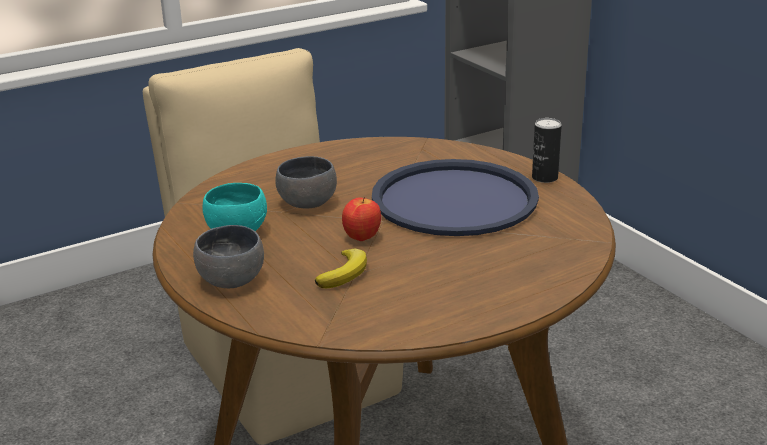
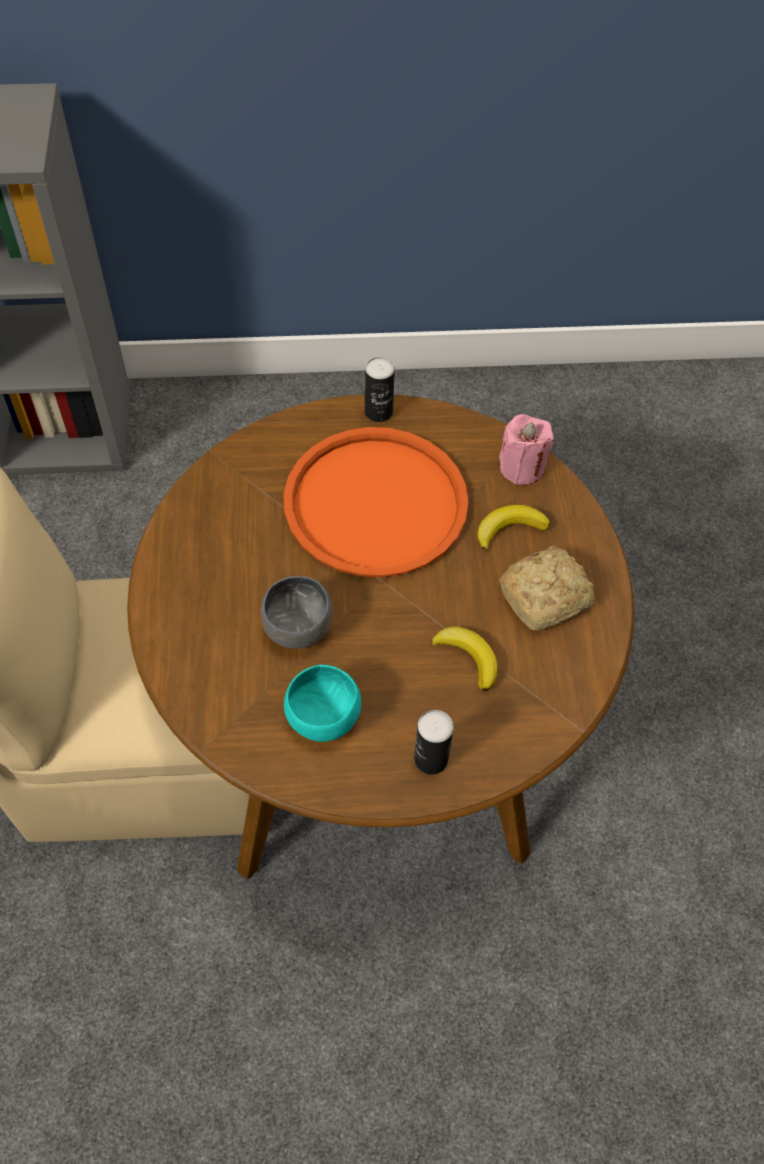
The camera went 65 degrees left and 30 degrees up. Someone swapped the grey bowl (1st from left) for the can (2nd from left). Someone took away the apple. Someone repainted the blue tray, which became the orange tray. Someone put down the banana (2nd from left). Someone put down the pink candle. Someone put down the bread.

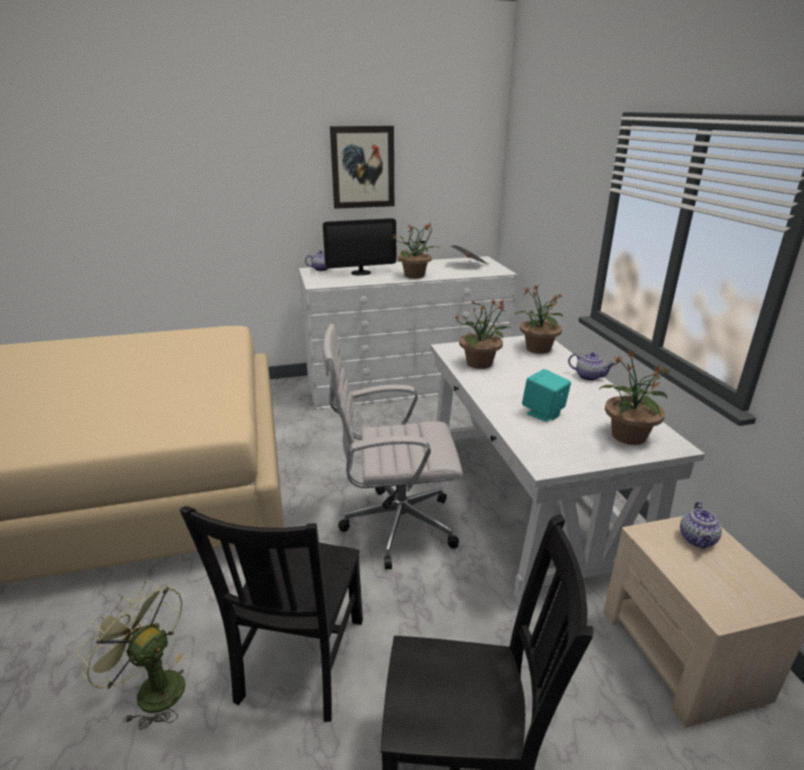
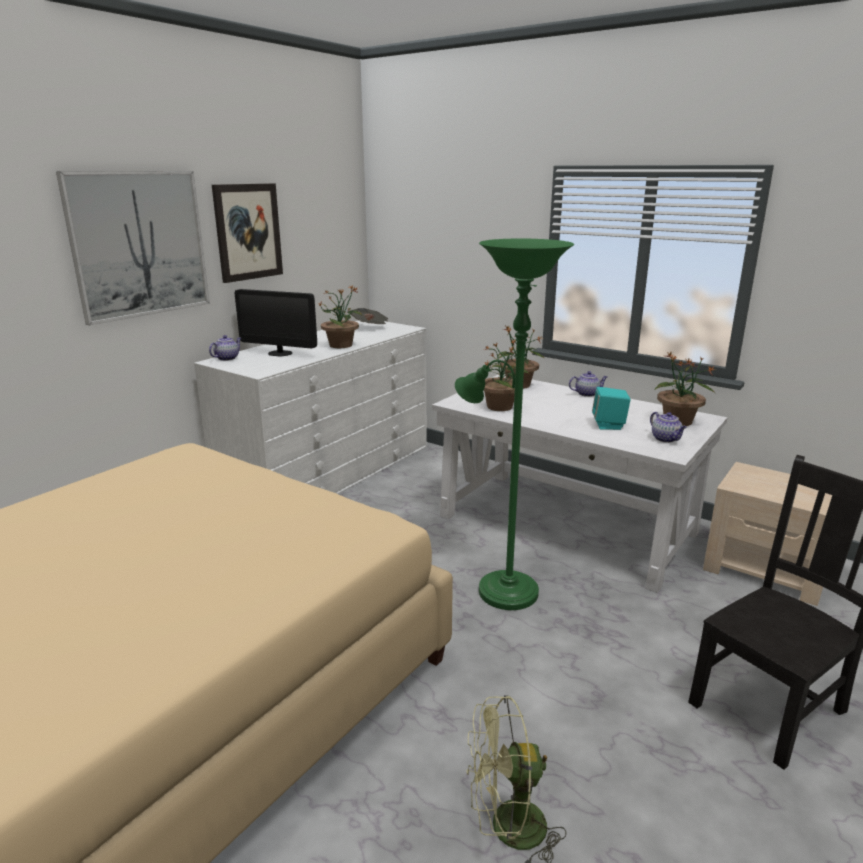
The camera went 40 degrees left and 5 degrees down. Someone took away the black chair (1st from left). Someone rotated the monitor by 75 degrees clockwise. Someone swapped the white office chair for the green floor lamp. Someone carried the teapot (3rd from left). Someone put up the picture (1st from left).

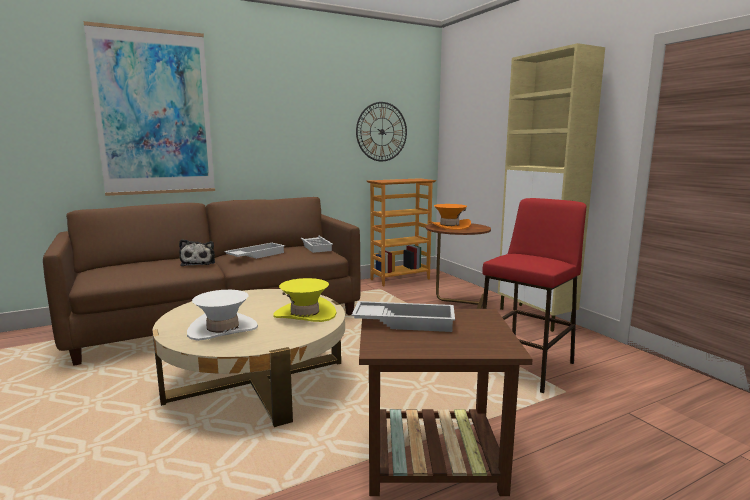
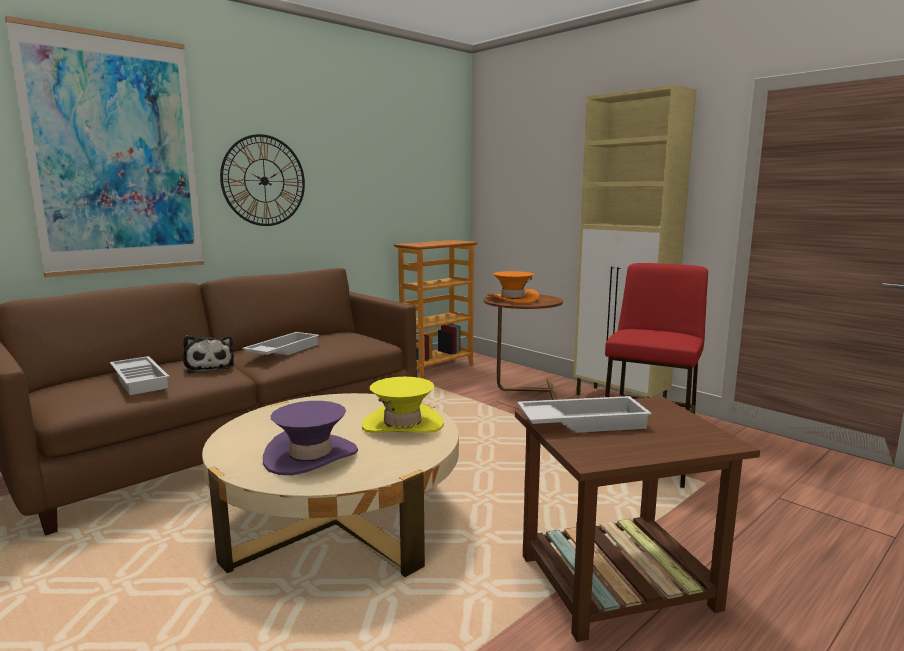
The camera went 15 degrees left and 0 degrees up. Someone repainted the white hat, which became the purple hat. Someone carried the white tray (2nd from left in the first image). Someone carried the wall clock.

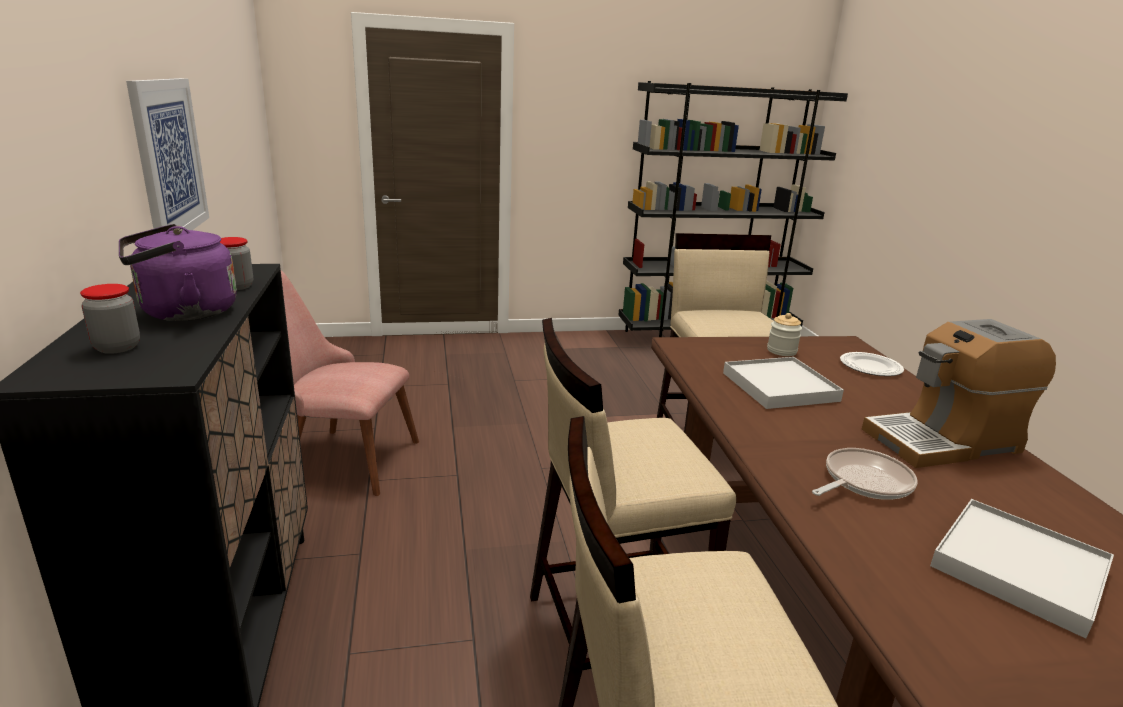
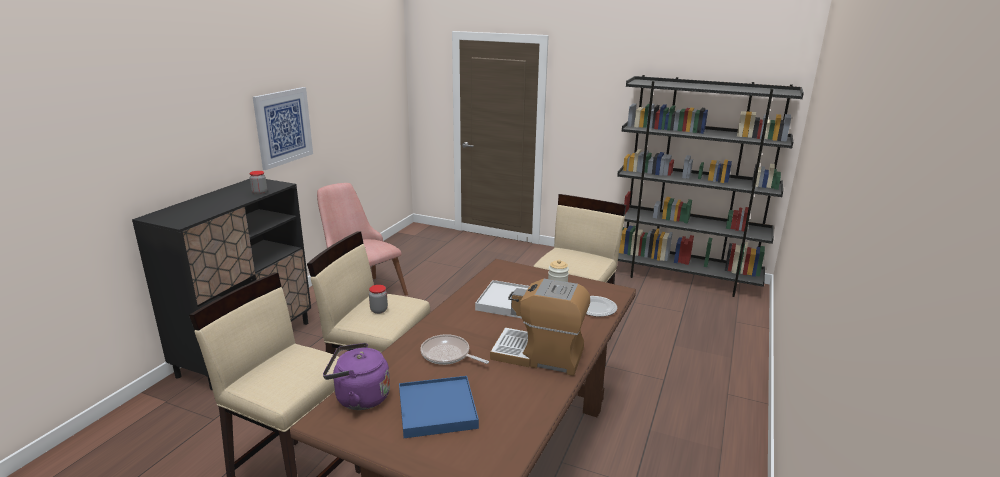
The camera went 35 degrees right and 0 degrees up. Someone carried the jar (1st from left in the first image). Someone carried the purple kettle. Someone rotated the frying pan by 150 degrees counterclockwise. Someone repainted the white tray (2nd from left), which became the blue tray.

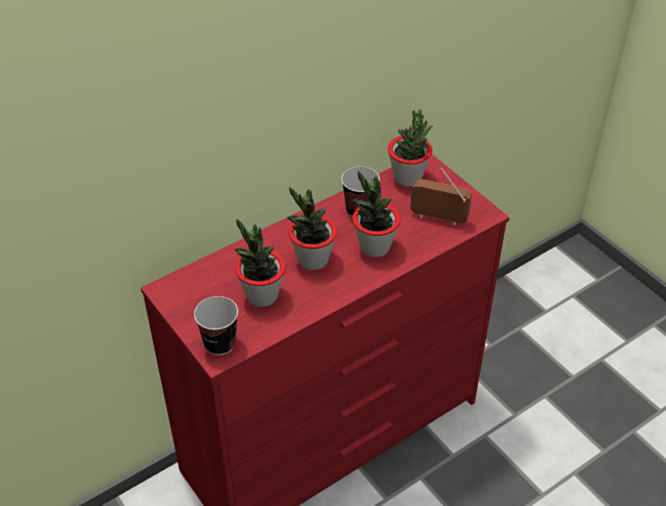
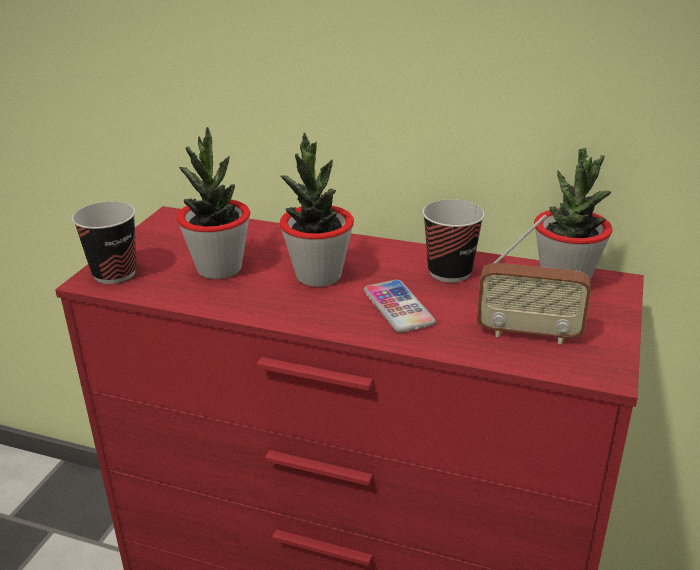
The camera went 55 degrees right and 15 degrees down. Someone swapped the potted plant (3rd from left) for the phone. Someone rotated the radio by 120 degrees clockwise.

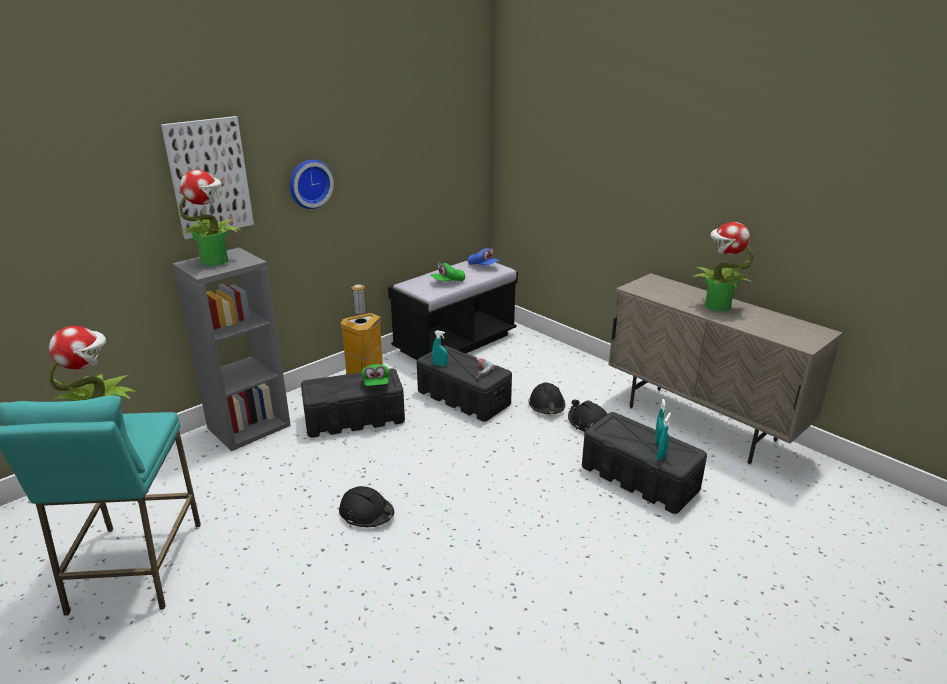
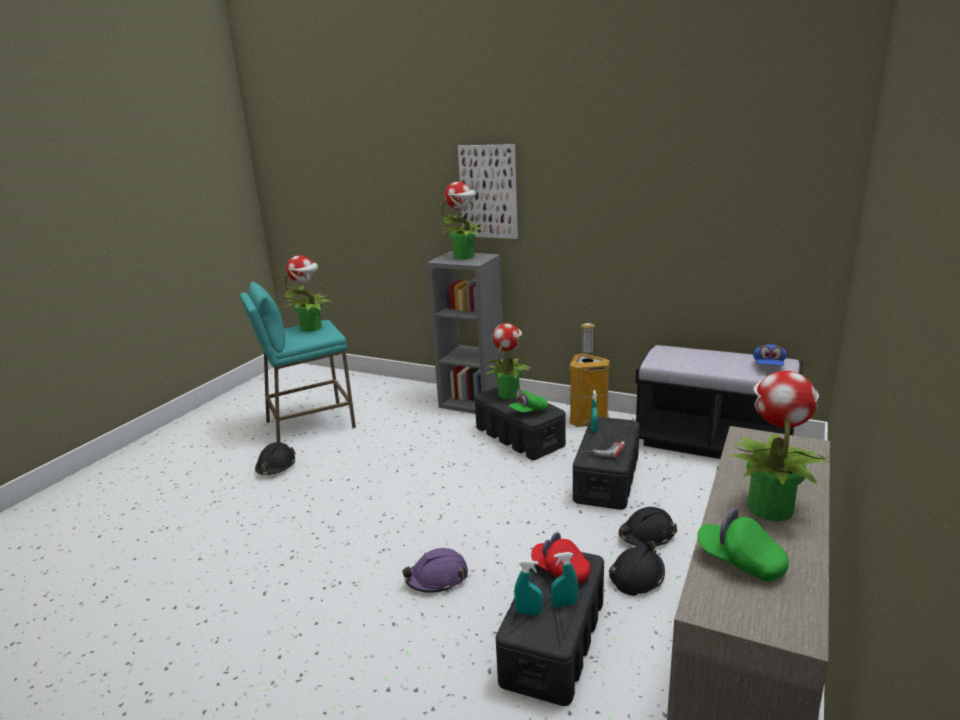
The camera went 70 degrees right and 5 degrees down. Someone took away the wall clock. Someone carried the black hard hat (1st from left). Someone carried the green cap (2nd from left). Someone put down the purple hard hat. Someone put down the potted plant (3rd from left). Someone put down the red cap.

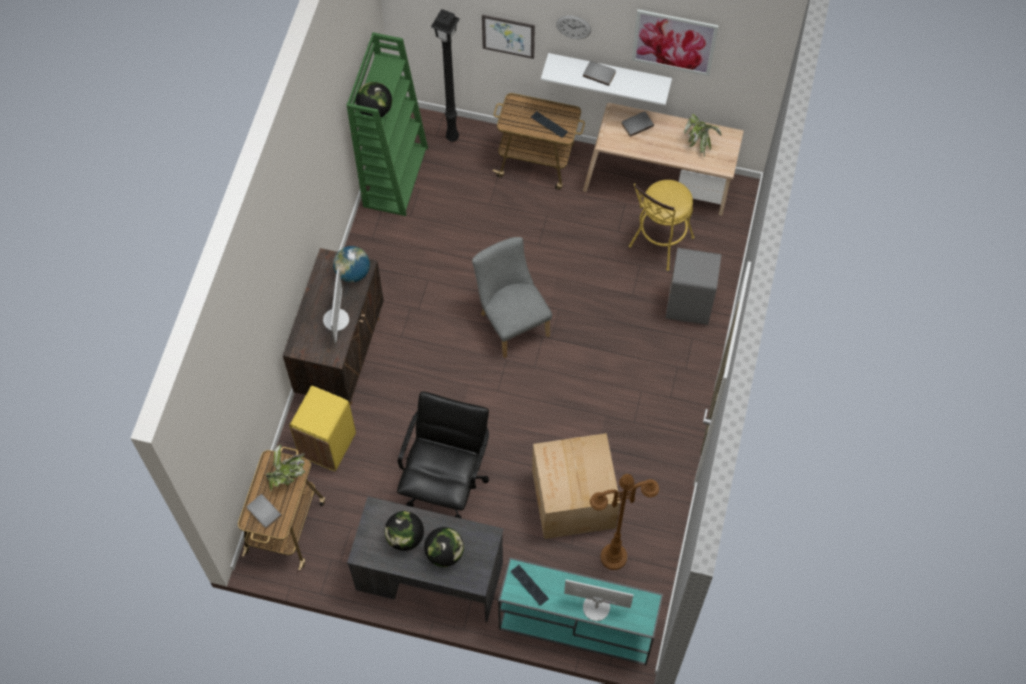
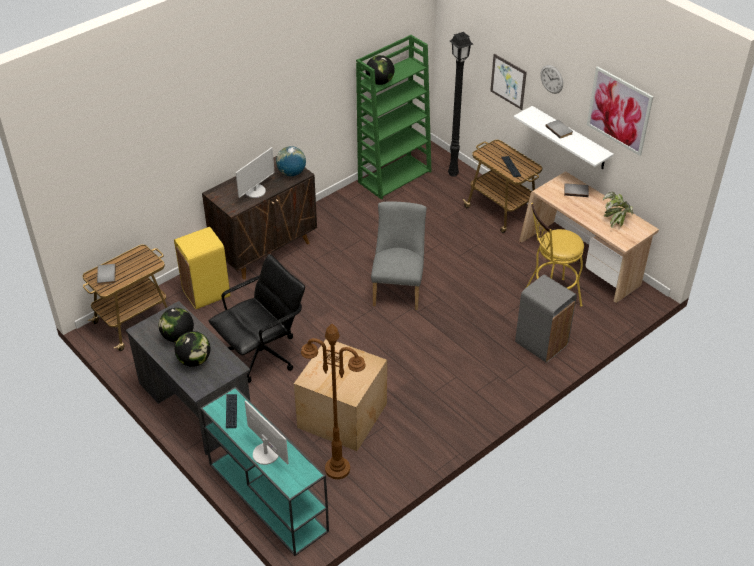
The camera went 35 degrees right and 20 degrees down. Someone took away the potted plant (1st from left).

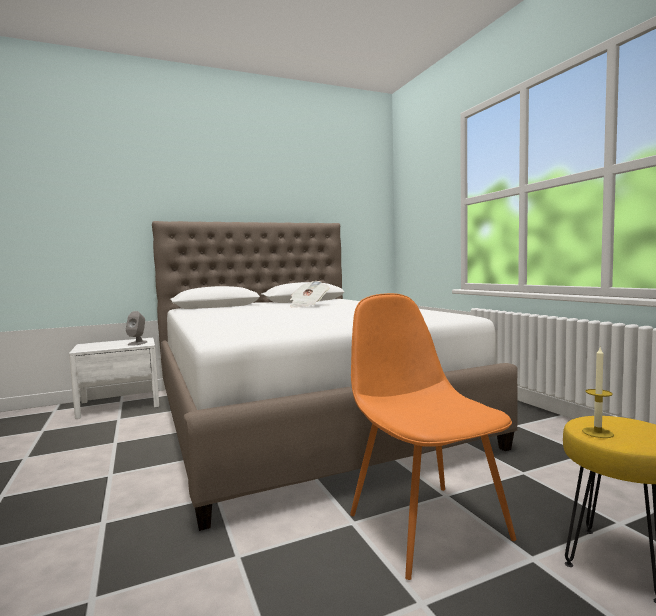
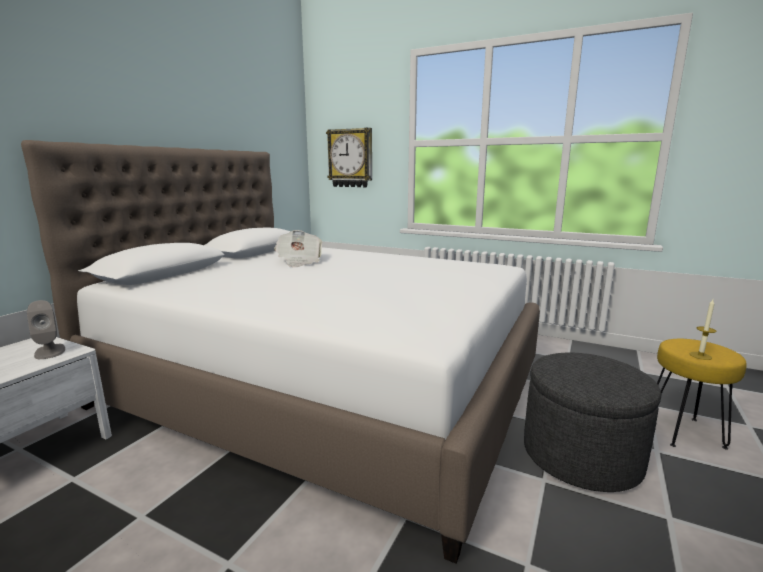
The camera went 40 degrees left and 10 degrees up. Someone swapped the orange chair for the grey ottoman. Someone put up the wall clock.

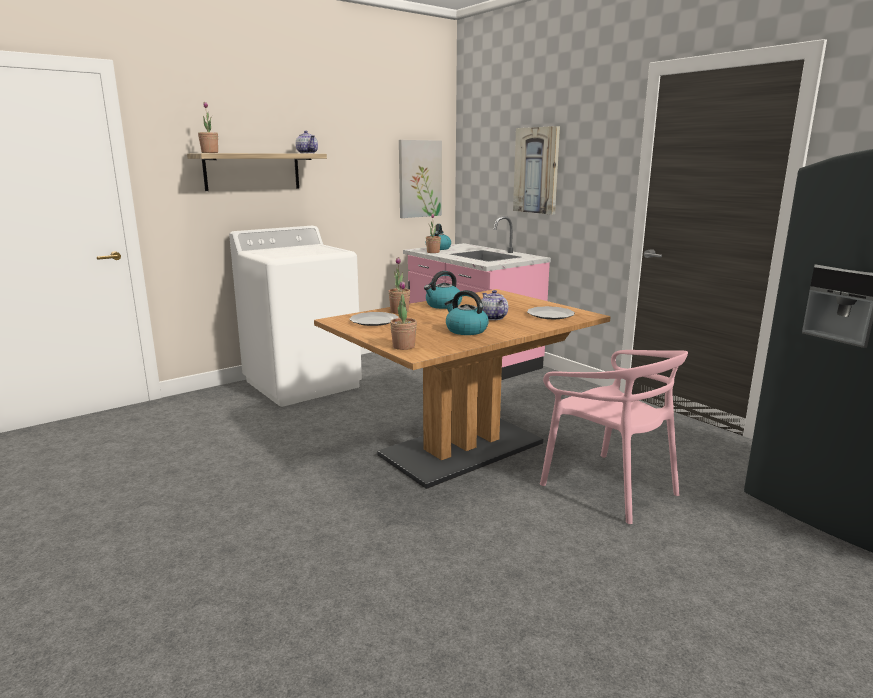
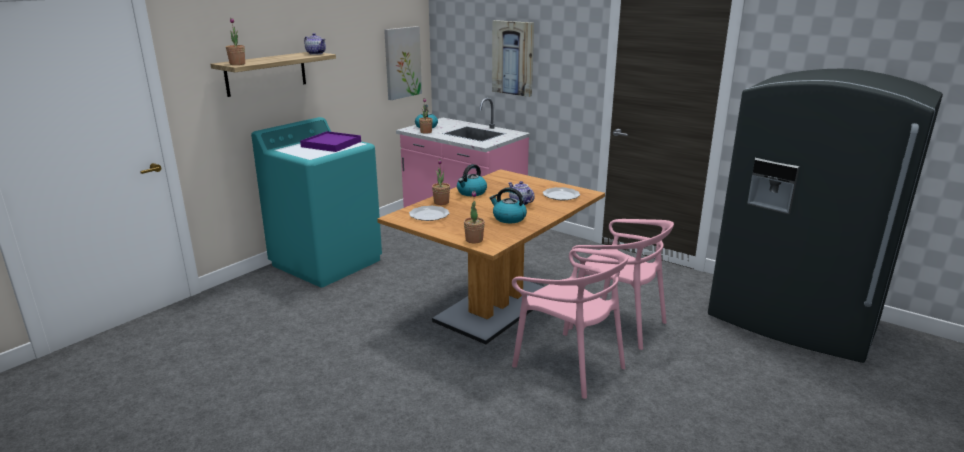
The camera went 15 degrees left and 5 degrees up. Someone repainted the white washing machine, which became the turquoise washing machine. Someone put down the purple tray. Someone put down the pink chair (1st from left).

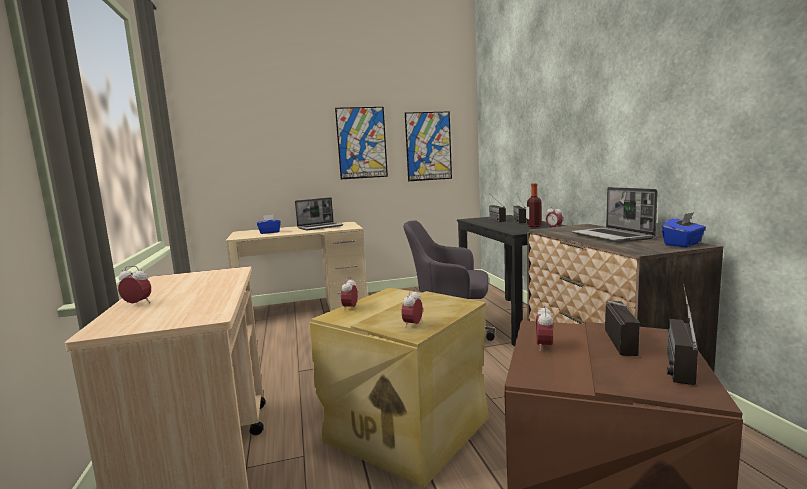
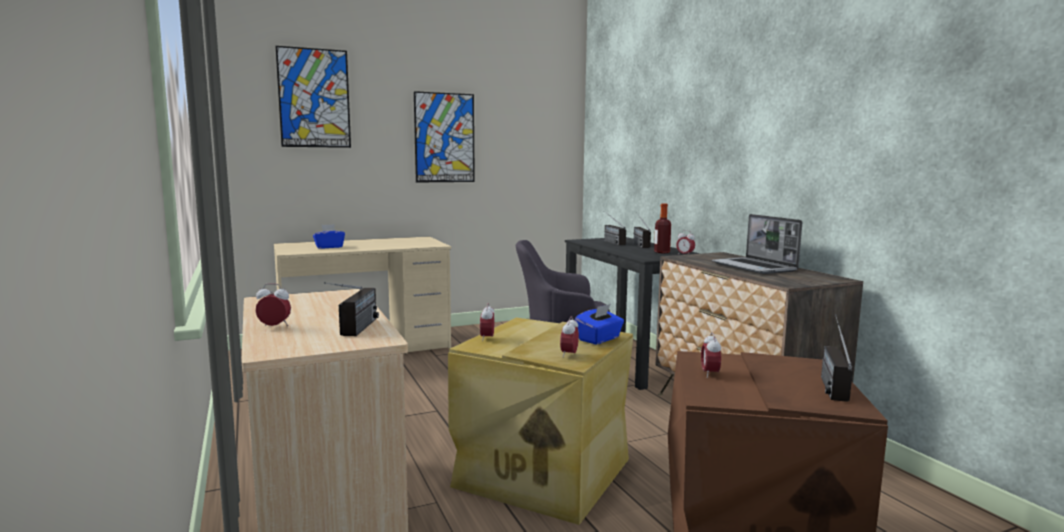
The camera went 10 degrees left and 0 degrees up. Someone took away the laptop (1st from left). Someone carried the picture (2nd from left in the first image). Someone carried the radio (3rd from left in the first image). Someone carried the blue tissue box (2nd from left).

